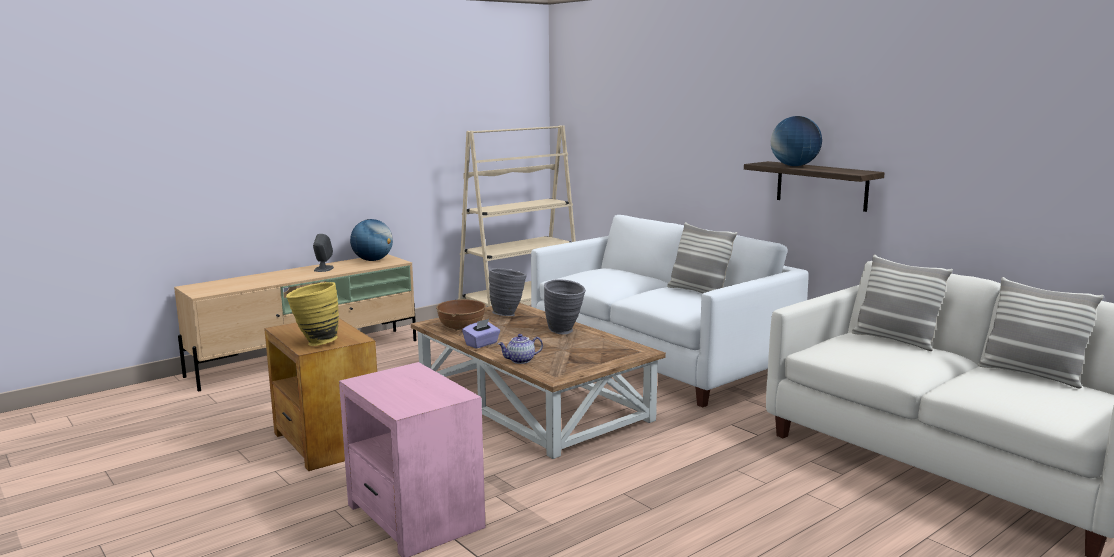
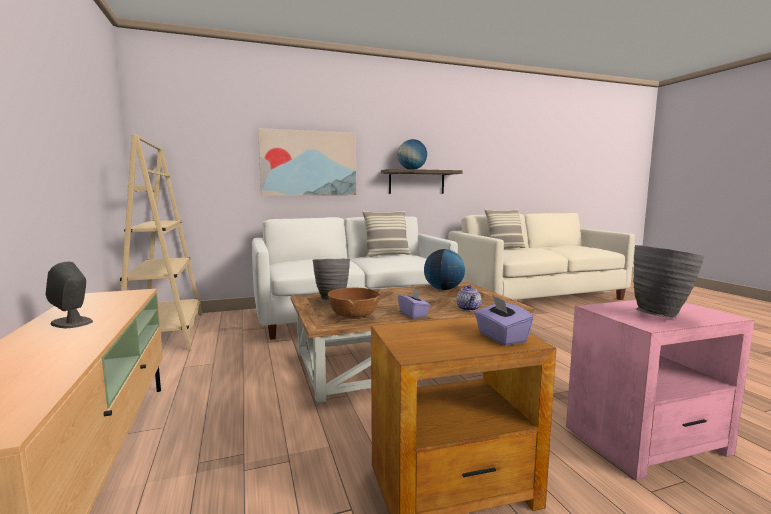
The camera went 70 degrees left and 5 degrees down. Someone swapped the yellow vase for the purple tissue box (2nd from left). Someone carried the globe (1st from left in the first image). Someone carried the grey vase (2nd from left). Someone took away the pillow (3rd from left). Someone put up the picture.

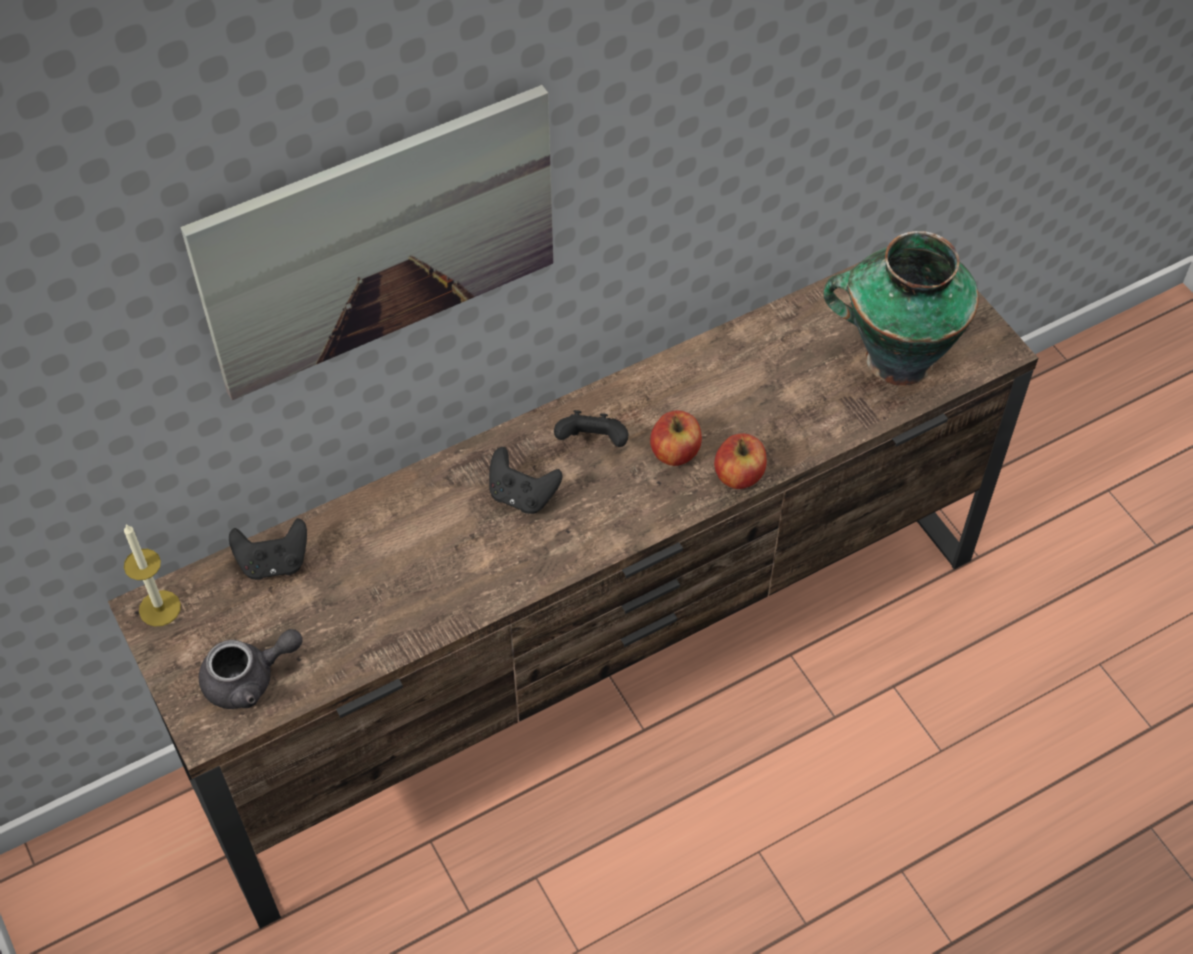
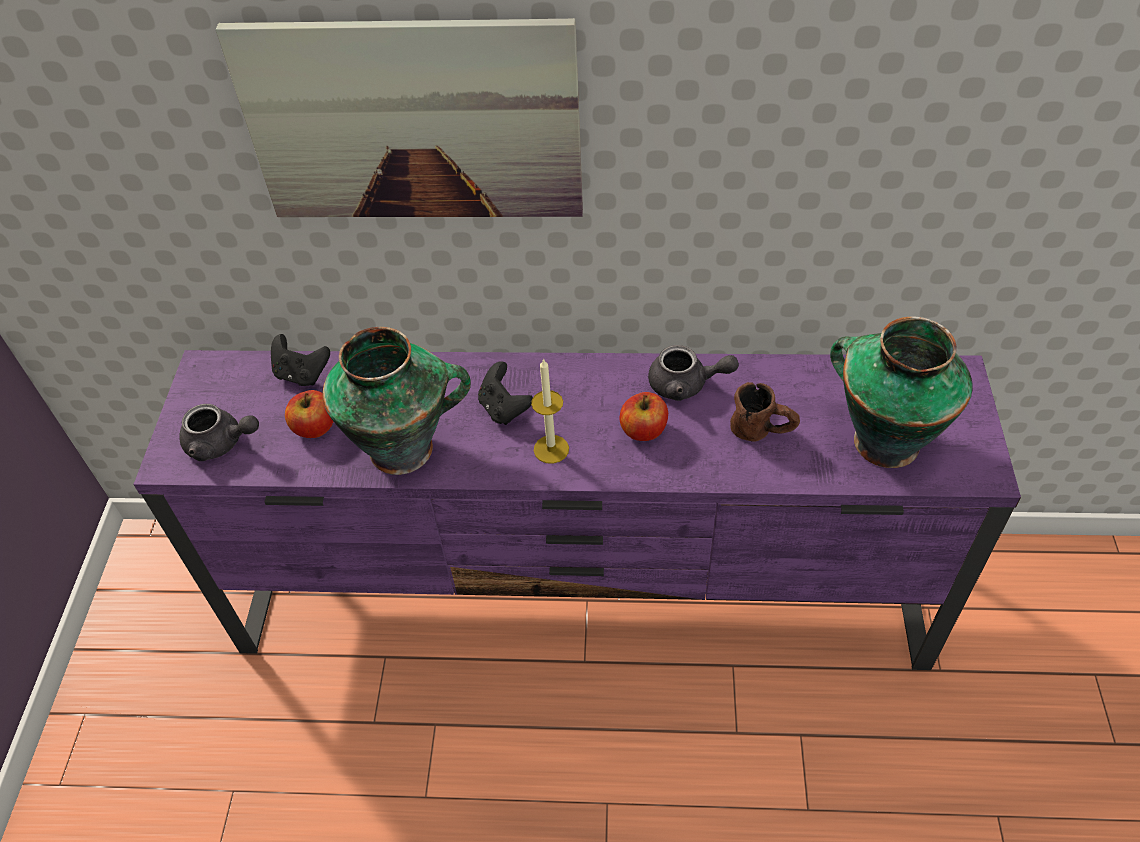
The camera went 35 degrees right and 5 degrees down. Someone repainted the brown tv stand, which became the purple tv stand. Someone carried the candle. Someone took away the black game controller (3rd from left). Someone carried the apple (2nd from left in the first image). Someone put down the vase (1st from left). Someone put down the grey teapot (2nd from left). Someone put down the brown mug.

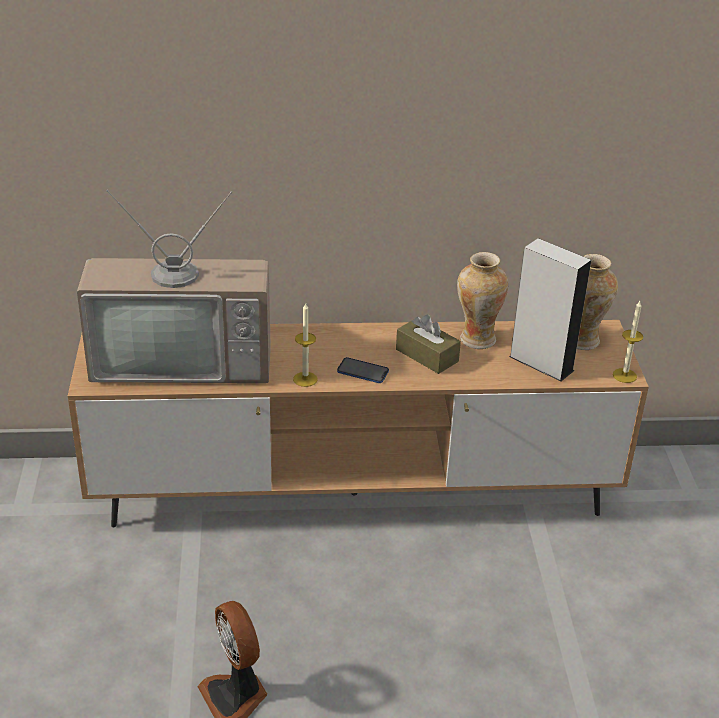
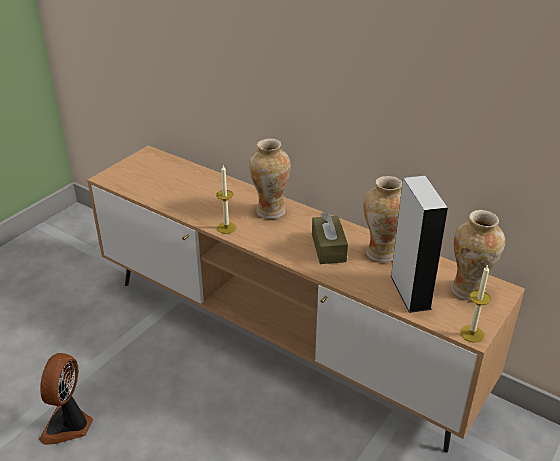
The camera went 40 degrees right and 0 degrees up. Someone took away the television. Someone took away the phone. Someone put down the vase (1st from left).

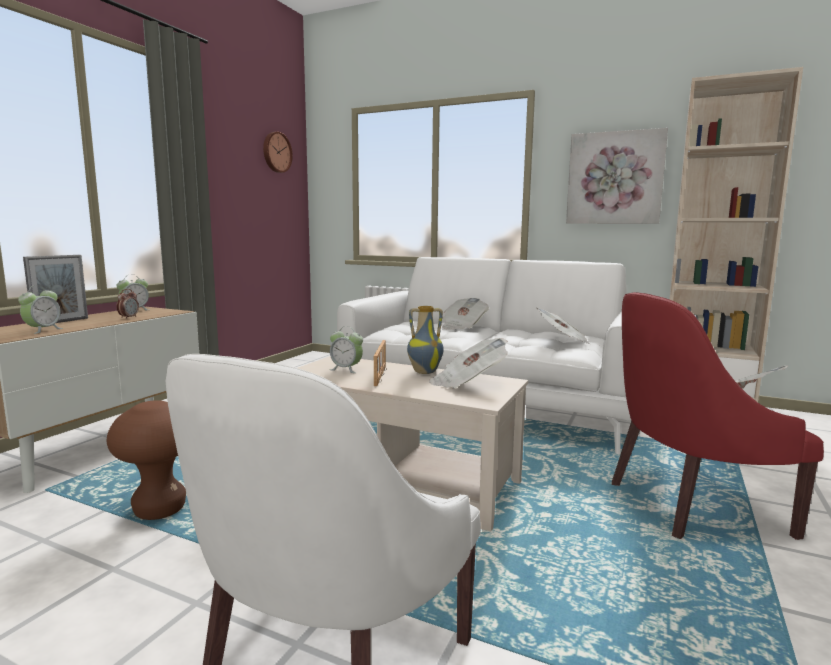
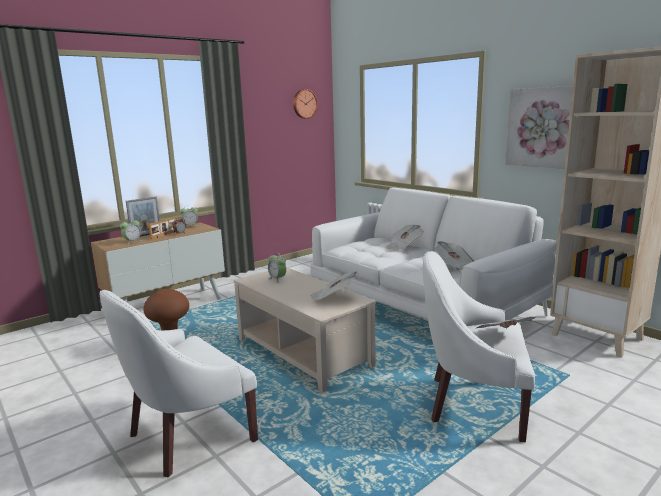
The camera went 25 degrees right and 5 degrees up. Someone carried the picture frame (2nd from left). Someone took away the vase. Someone repainted the red armchair, which became the white armchair (2nd from left).

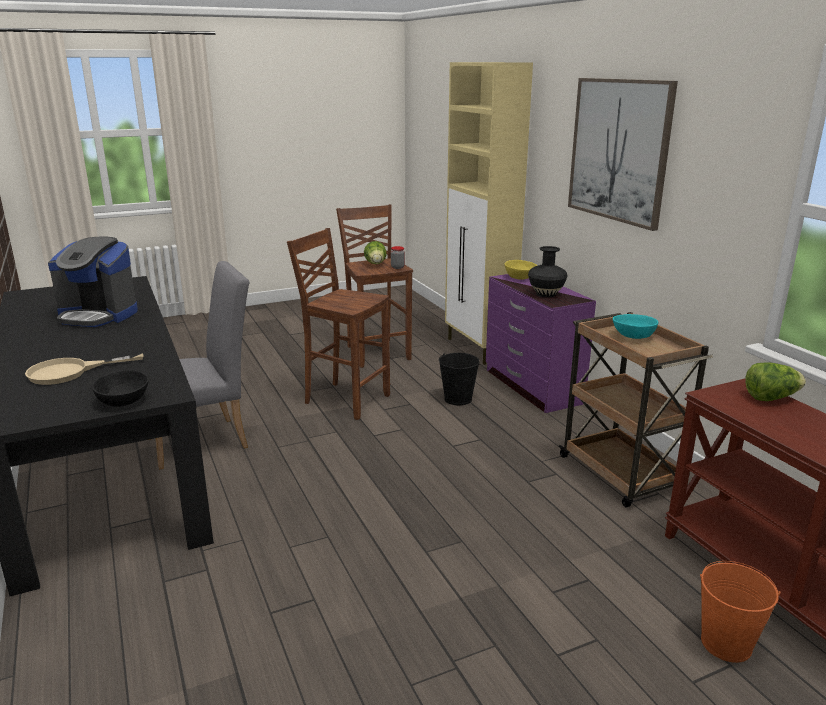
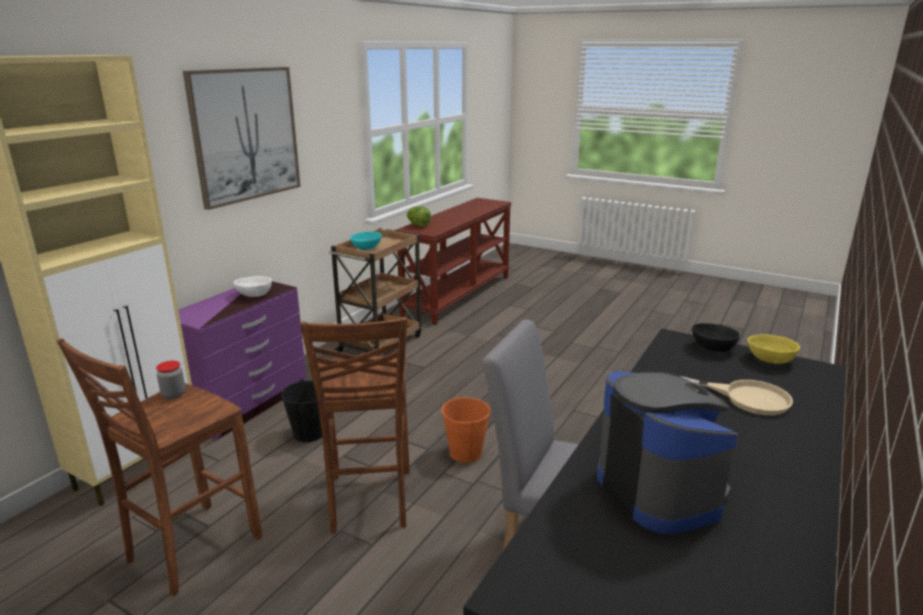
The camera went 125 degrees left and 0 degrees up. Someone took away the lettuce (1st from left). Someone carried the yellow bowl. Someone swapped the black vase for the white bowl. Someone carried the orange bucket.

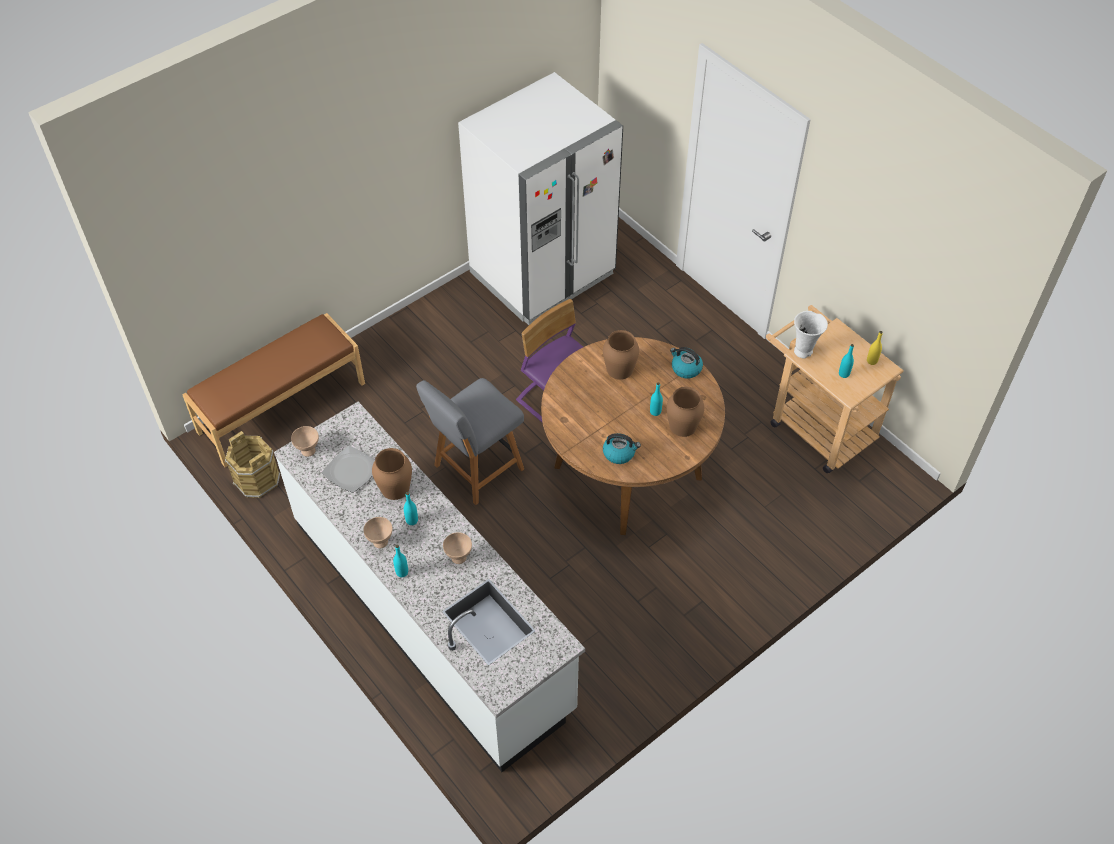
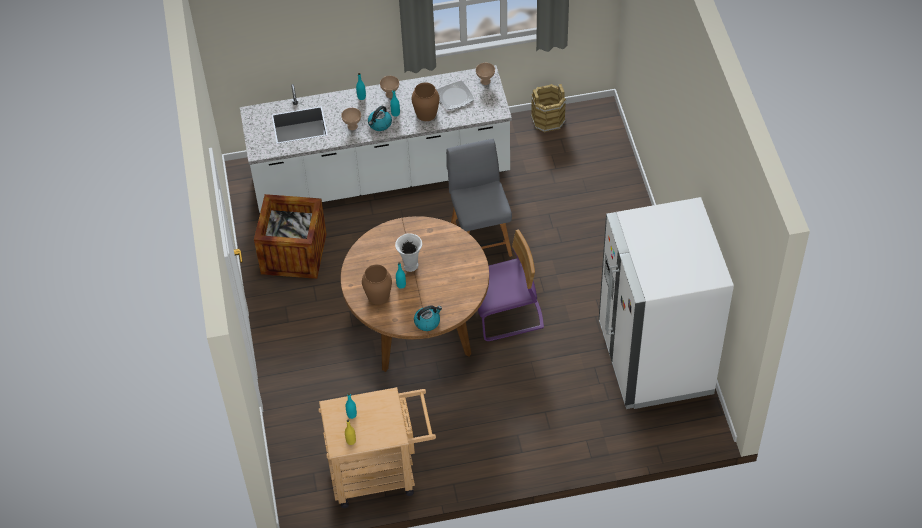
The camera went 120 degrees right and 0 degrees up. Someone took away the brown bench. Someone took away the brown vase (2nd from left). Someone carried the kettle (1st from left). Someone carried the white vase. Someone put down the crate.

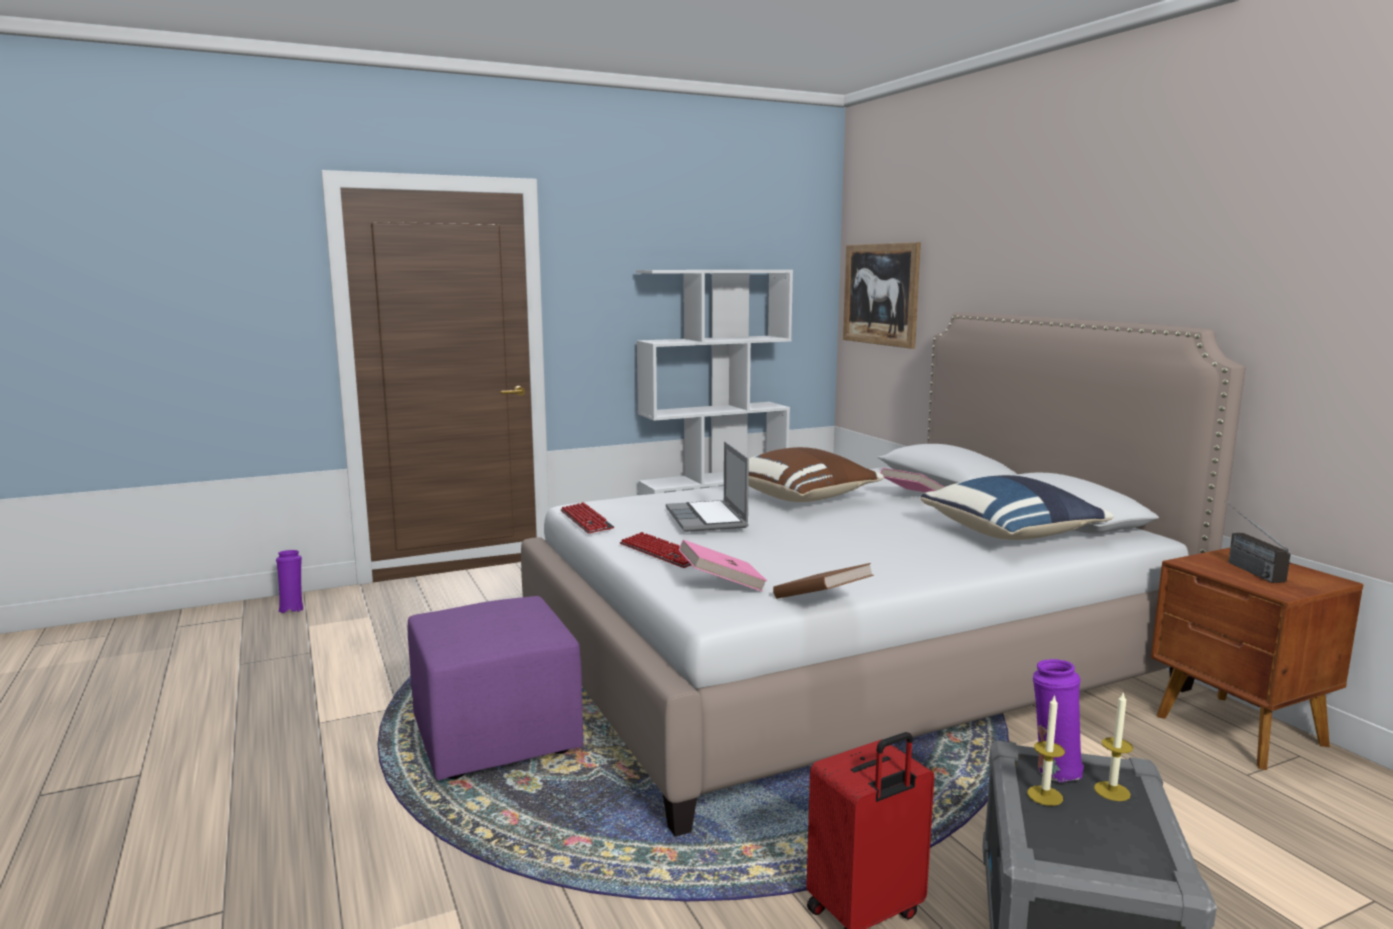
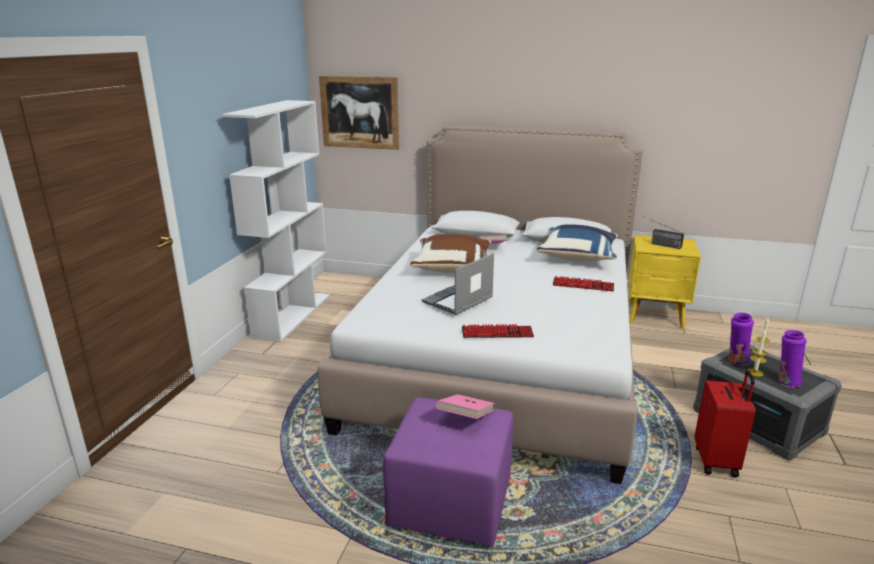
The camera went 50 degrees left and 10 degrees up. Someone carried the purple vase (1st from left in the first image). Someone carried the keyboard (1st from left in the first image). Someone rotated the laptop by 105 degrees clockwise. Someone carried the pink book (1st from left). Someone took away the brown book. Someone repainted the brown nightstand, which became the yellow nightstand.

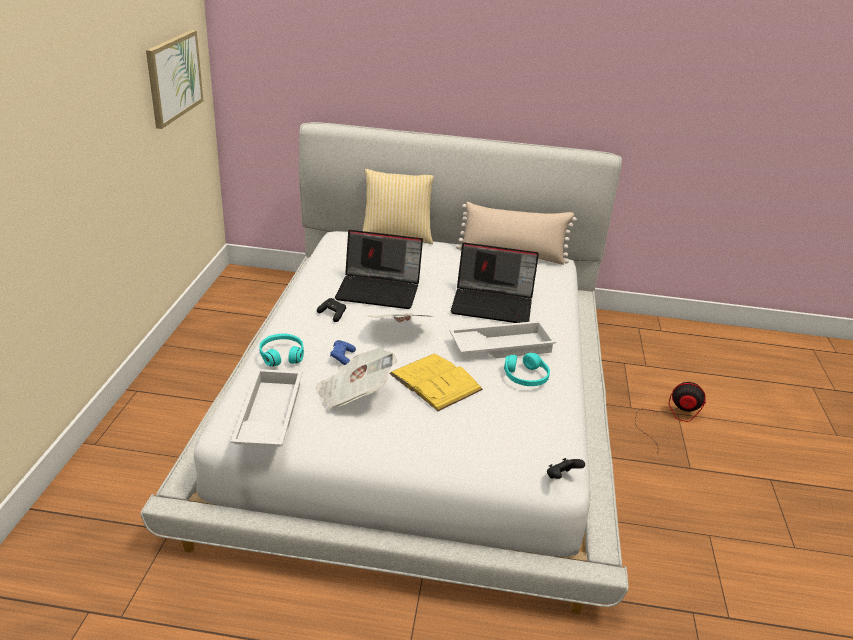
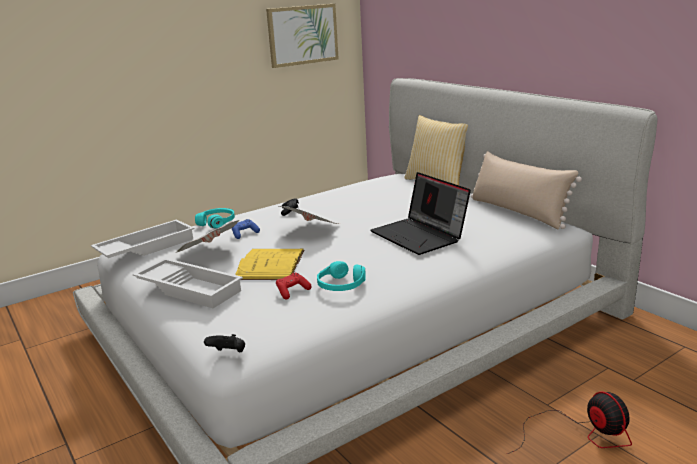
The camera went 50 degrees right and 10 degrees down. Someone took away the laptop (1st from left). Someone carried the white tray (2nd from left). Someone put down the red game controller.

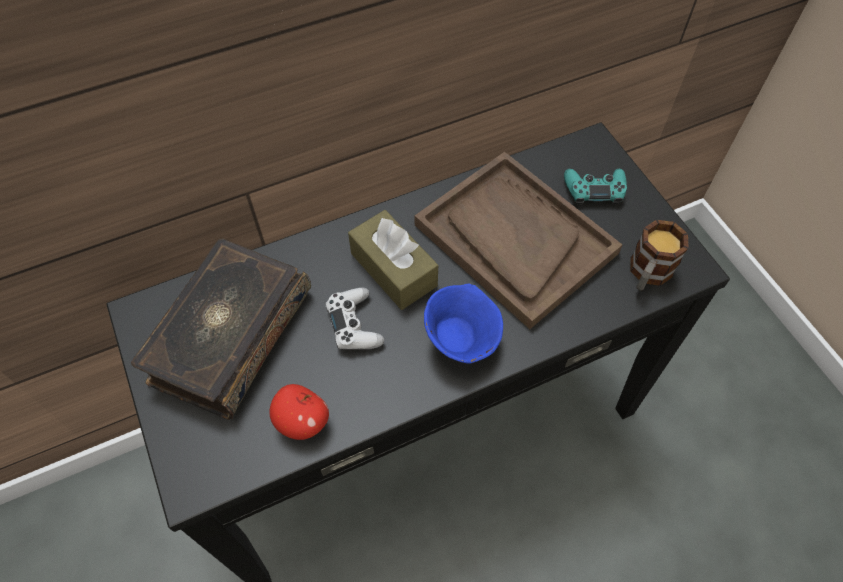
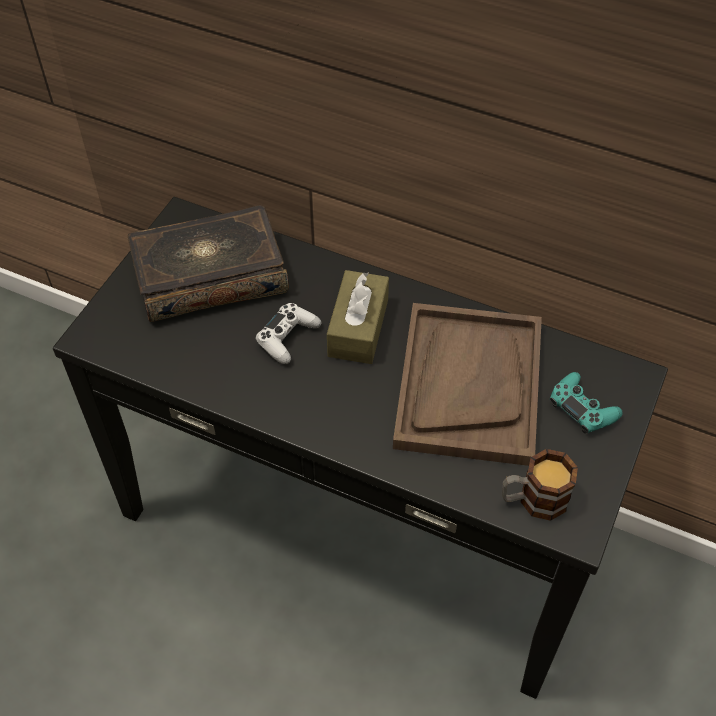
The camera went 50 degrees right and 5 degrees down. Someone took away the apple. Someone took away the blue bowl.

